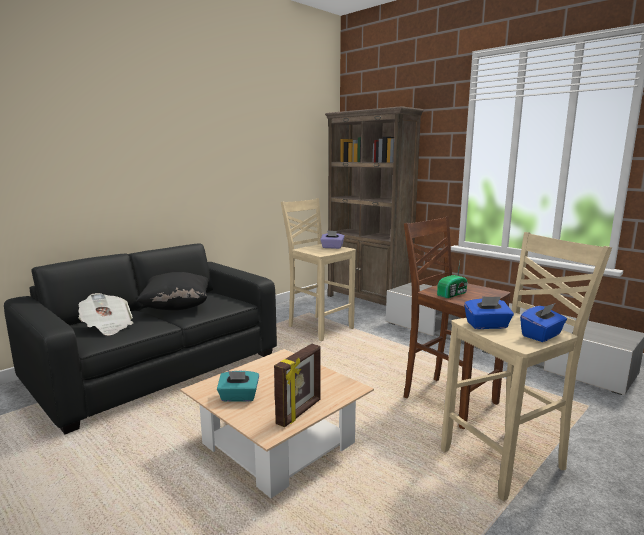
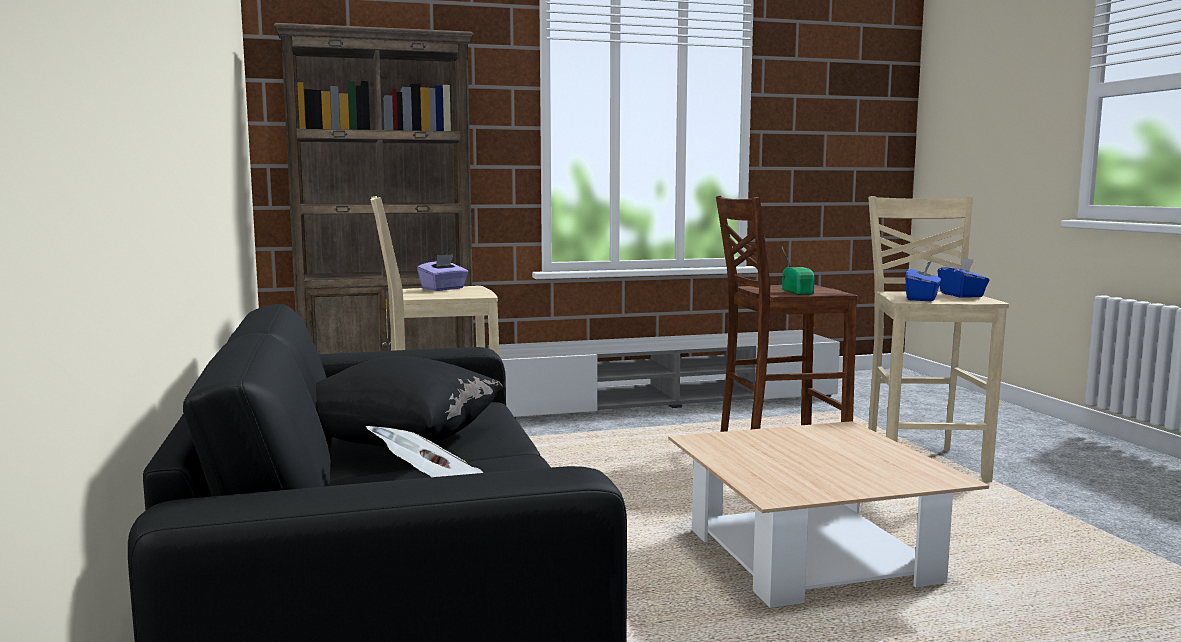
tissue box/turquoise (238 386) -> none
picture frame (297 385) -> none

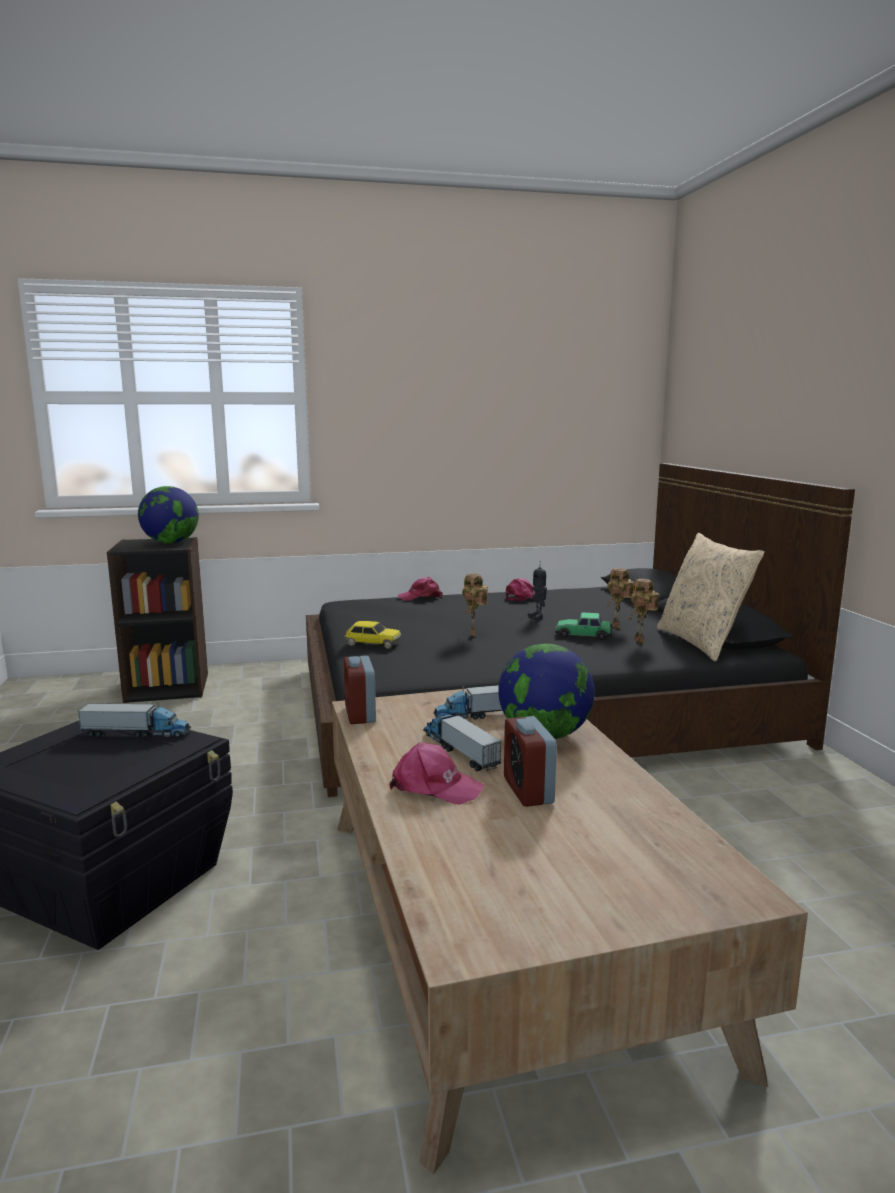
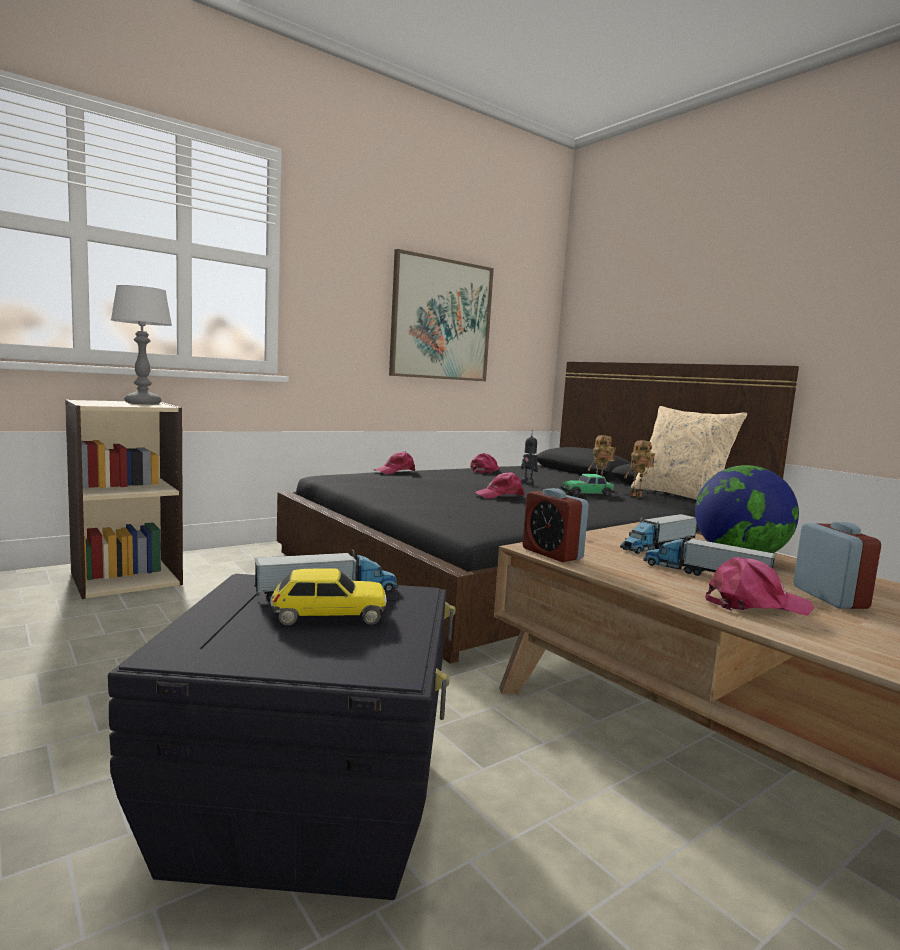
none -> picture (441 315)
toy car (372 635) -> toy car (328 597), moved
globe (168 515) -> table lamp (141 345)
toy robot (475 604) -> cap/pink (499 485)
bookcase/black (157 620) -> bookcase/beige (124 499)
alarm clock (530 761) -> alarm clock (837 565), 150 degrees counterclockwise

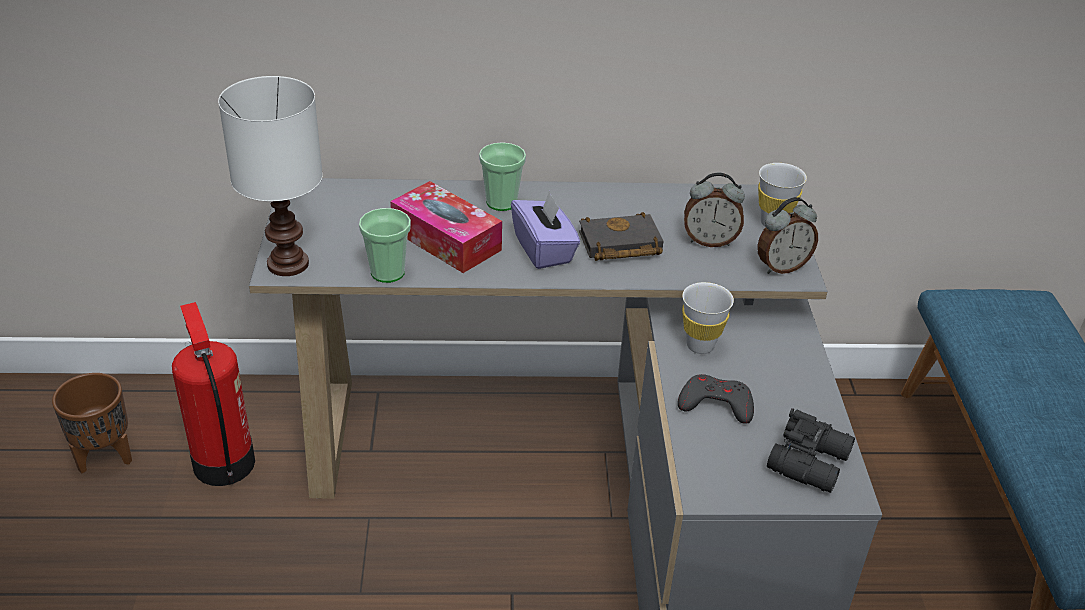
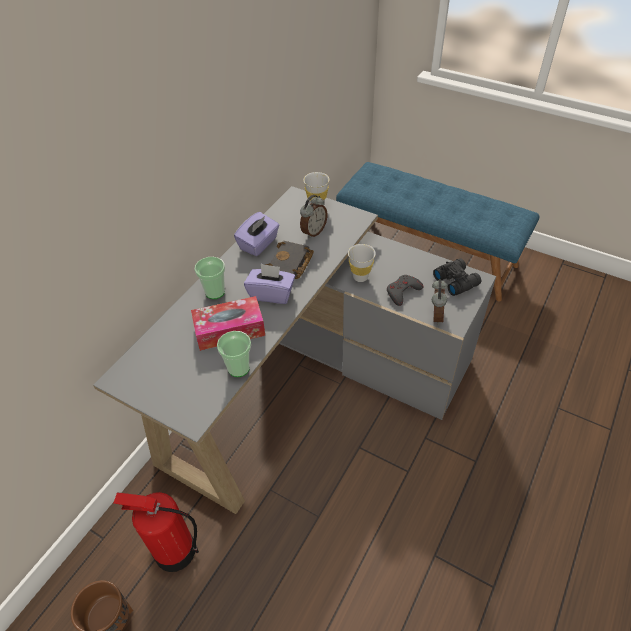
table lamp/white (270 176) -> none
none -> tissue box/purple (257 234)
alarm clock (787 235) -> alarm clock (440 302), moved

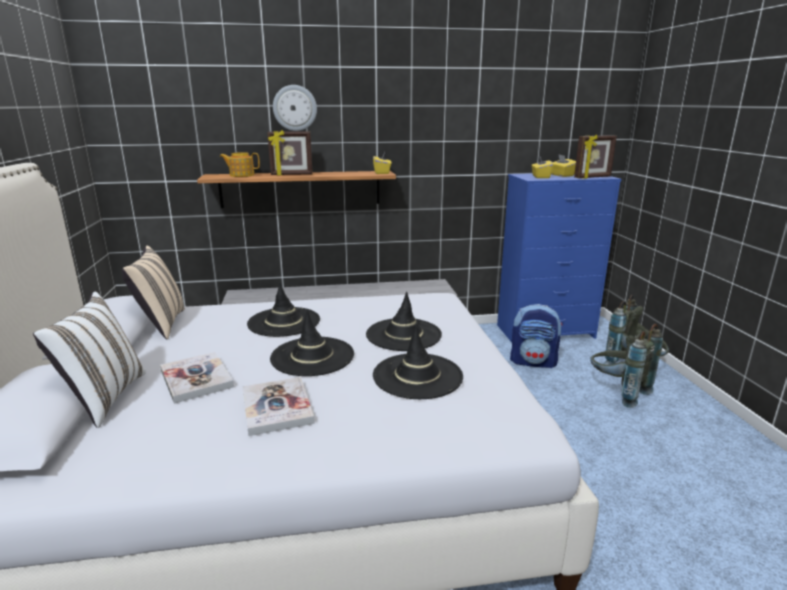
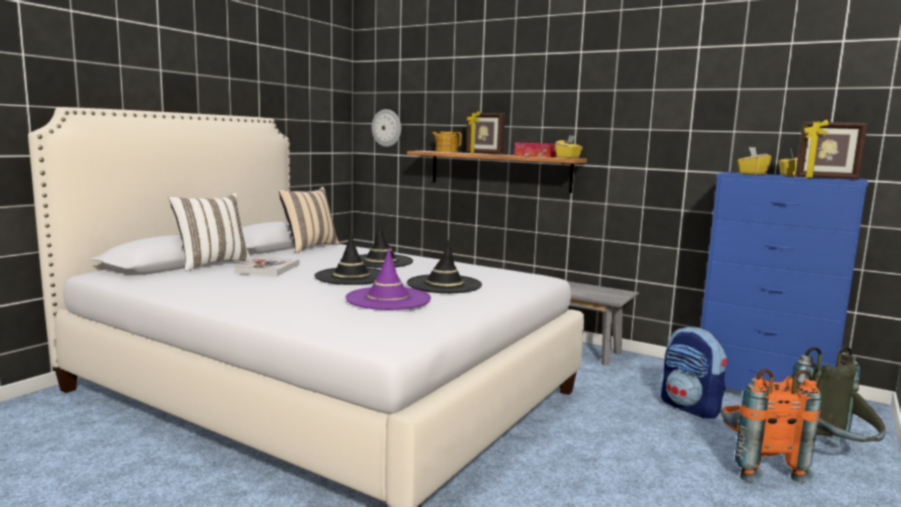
book (278 406) -> none
none -> tissue box (535 150)
wall clock (295 108) -> wall clock (386 128), moved
hat/black (418 362) -> hat/purple (388 279)
backpack/grey (626 366) -> backpack/orange (771 426)

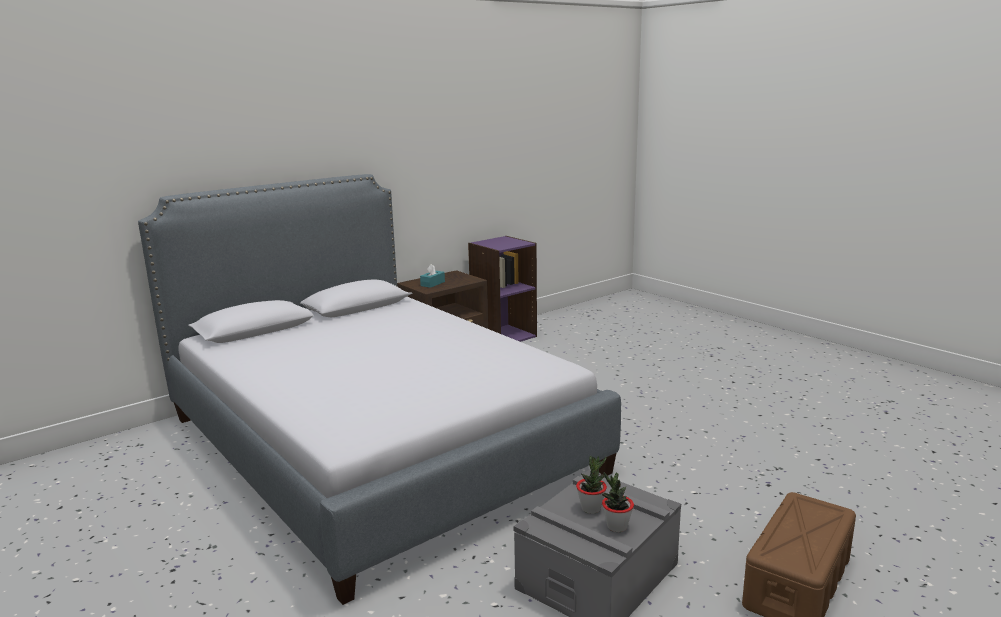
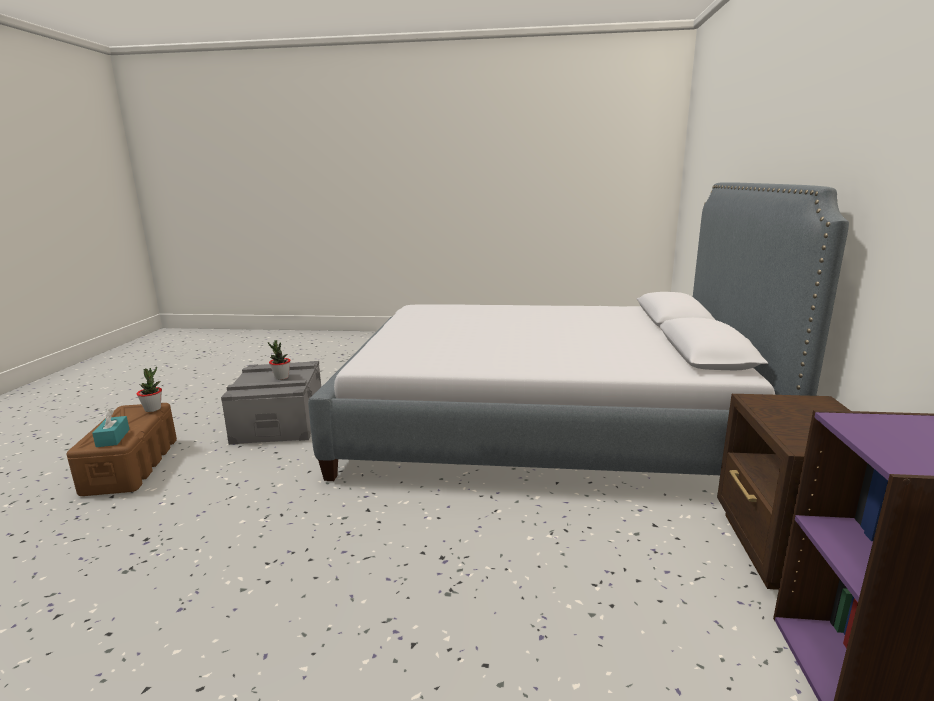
tissue box/turquoise (432 276) -> tissue box/turquoise (111 428), moved
potted plant (618 502) -> potted plant (149 389), moved

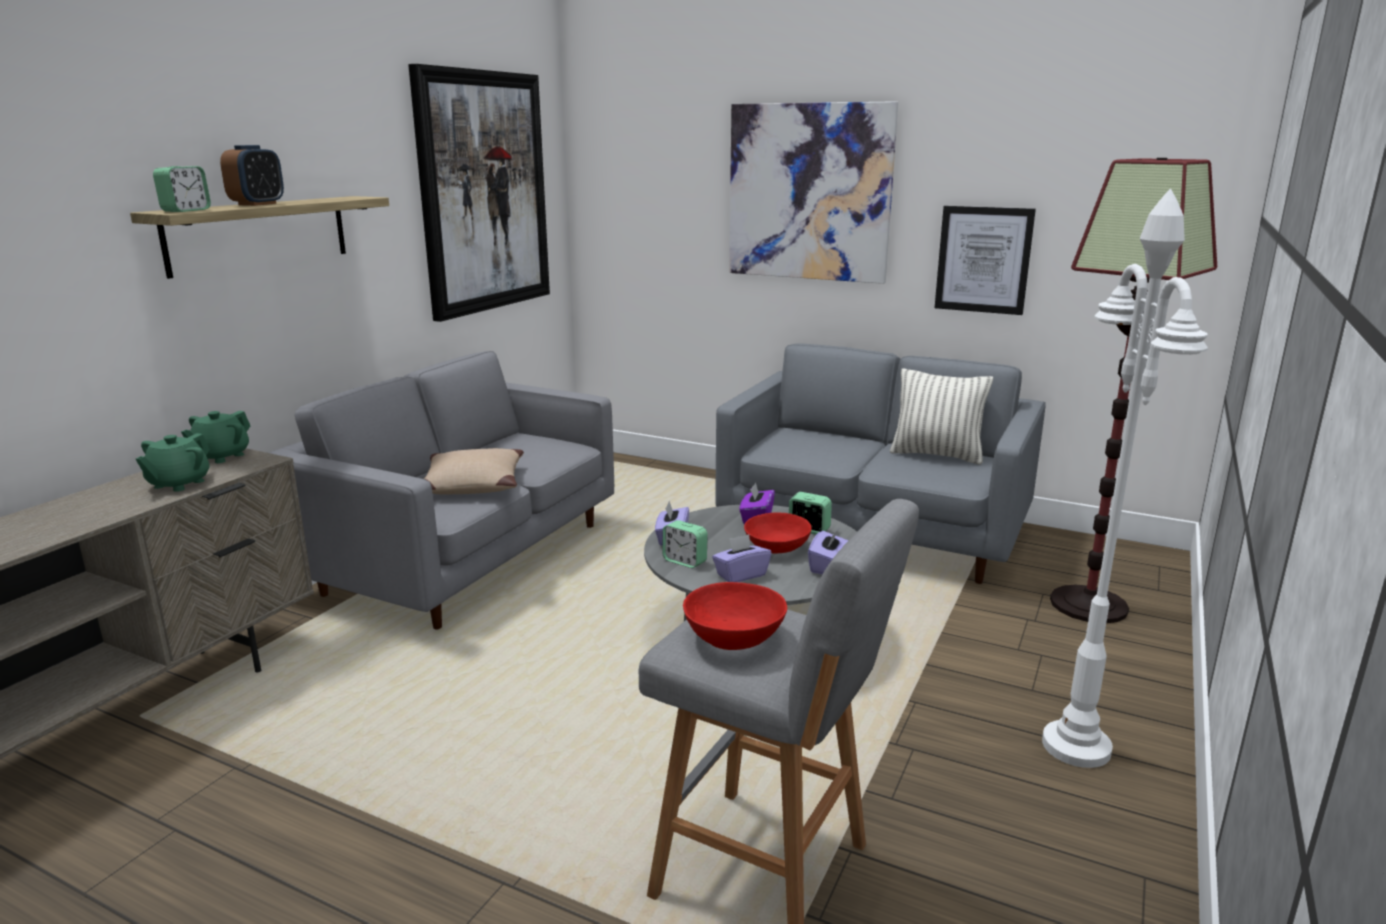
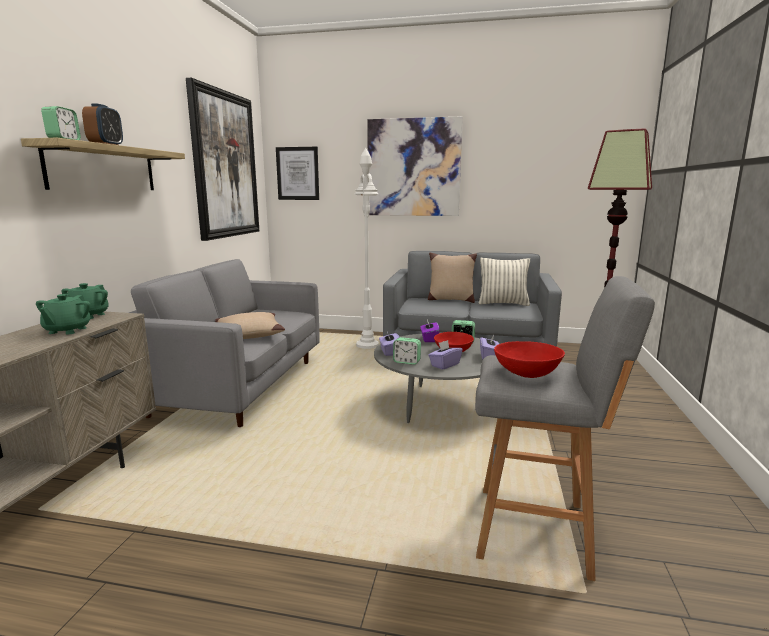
none -> pillow/beige (452 278)
picture (985 260) -> picture (297 173), moved
floor lamp/white (1125 478) -> floor lamp/white (367 248), moved

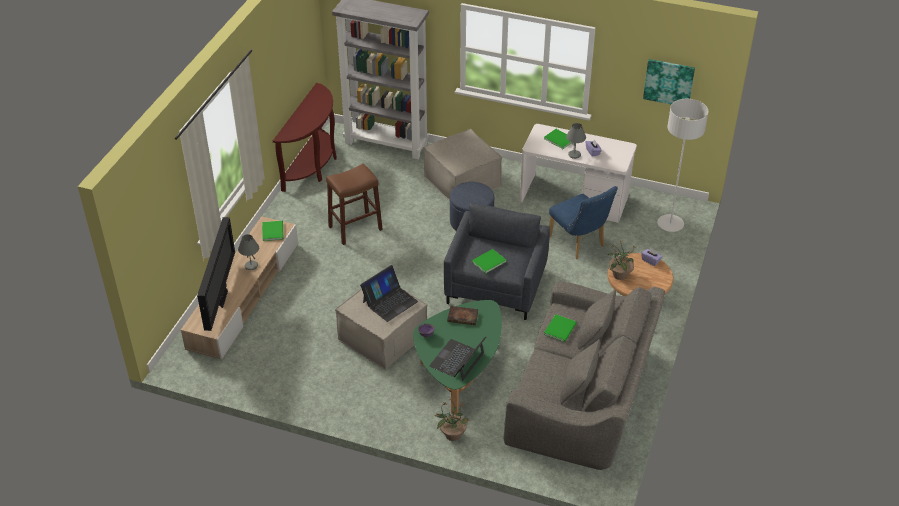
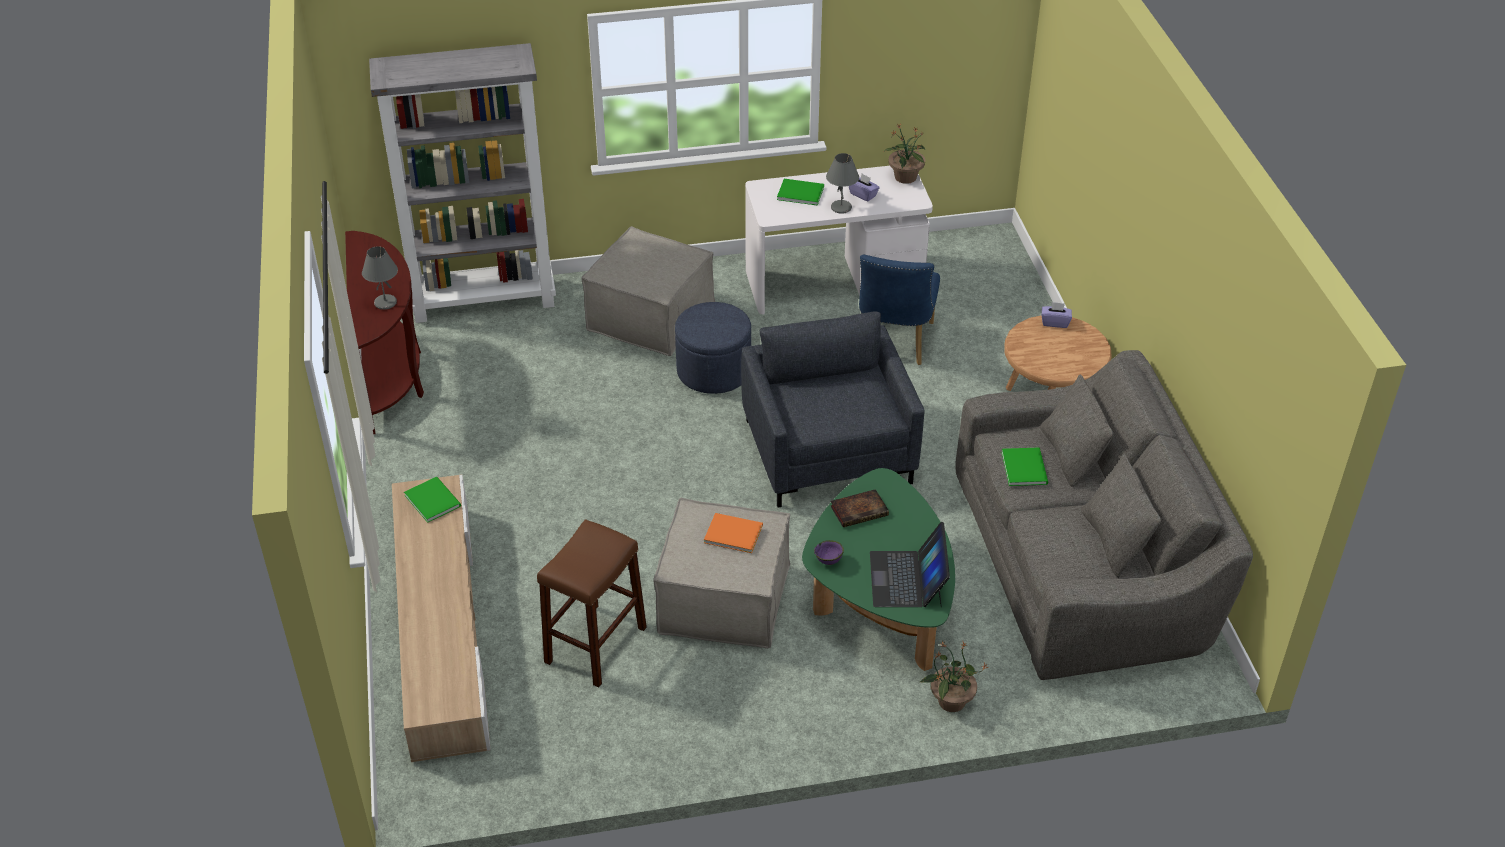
television (216 274) -> none
book/green (489 261) -> none
picture (669 81) -> none
floor lamp/grey (682 165) -> none
table lamp/grey (248 252) -> table lamp/grey (380 278), moved
stool/brown (354 204) -> stool/brown (592 603), moved
potted plant (621 260) -> potted plant (904 153), moved
laptop (389 293) -> book/orange (733 533)
chair/blue (583 222) -> chair/blue (899 310), 75 degrees clockwise

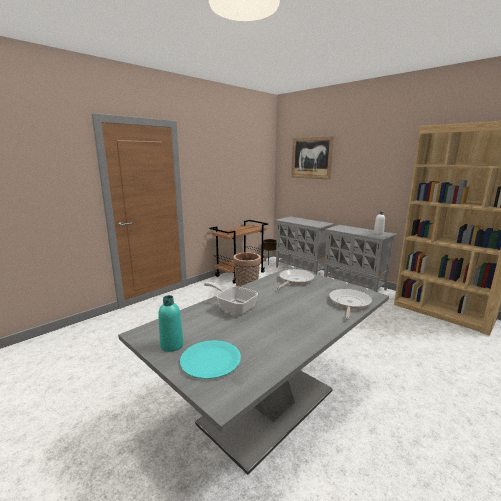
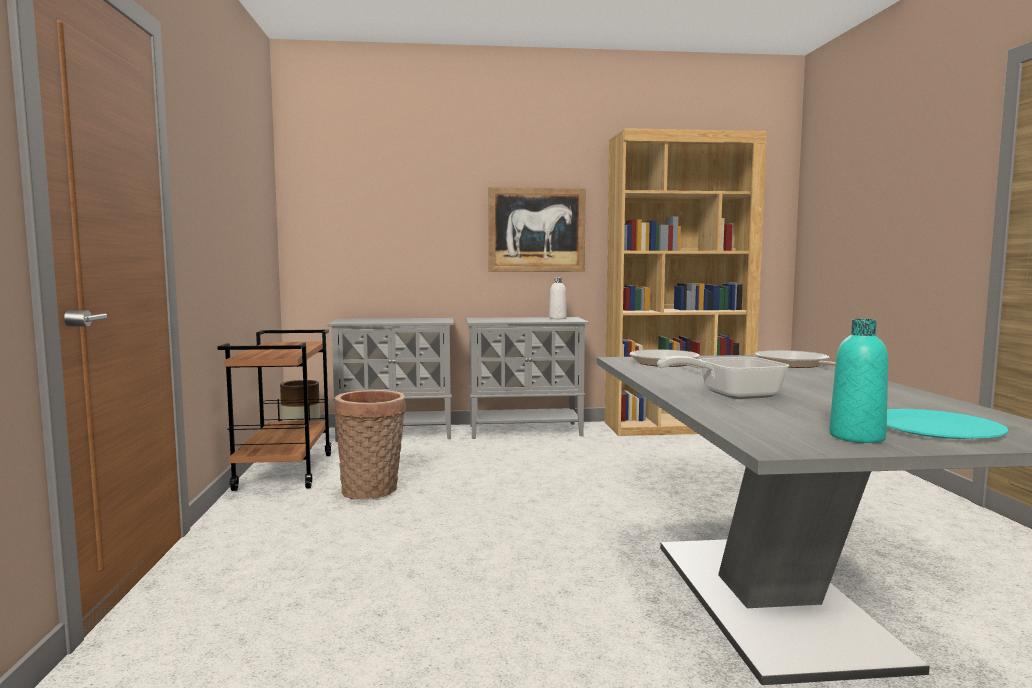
picture (312 158) -> picture (537 229), moved

